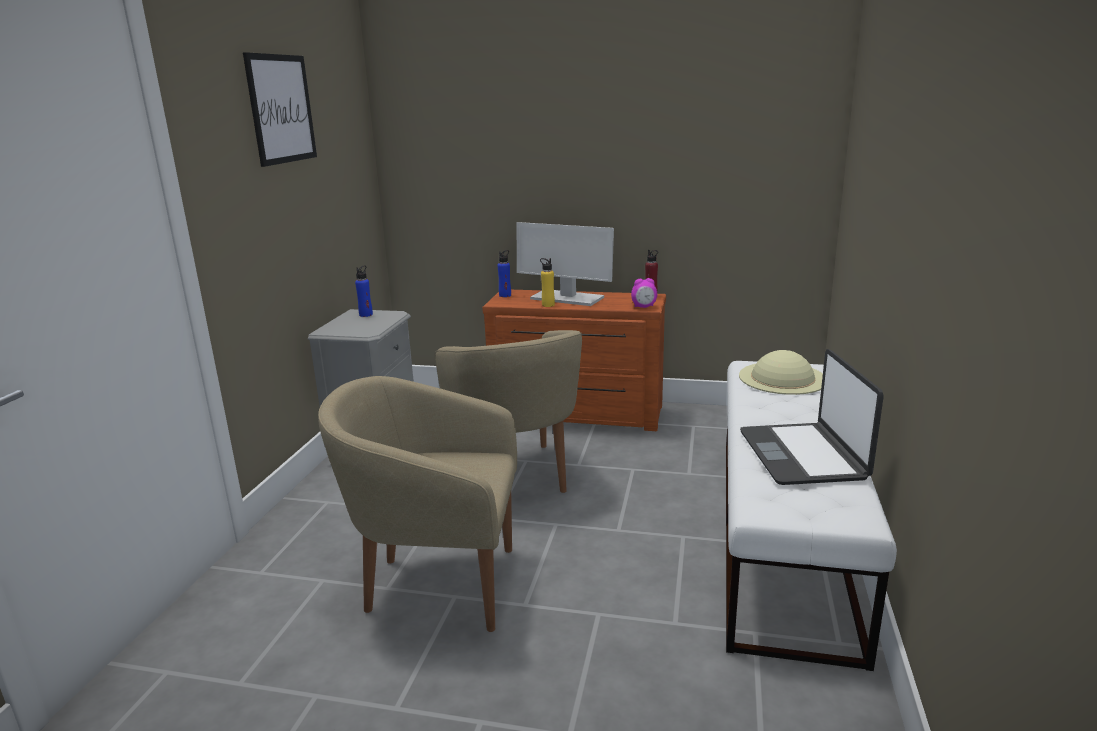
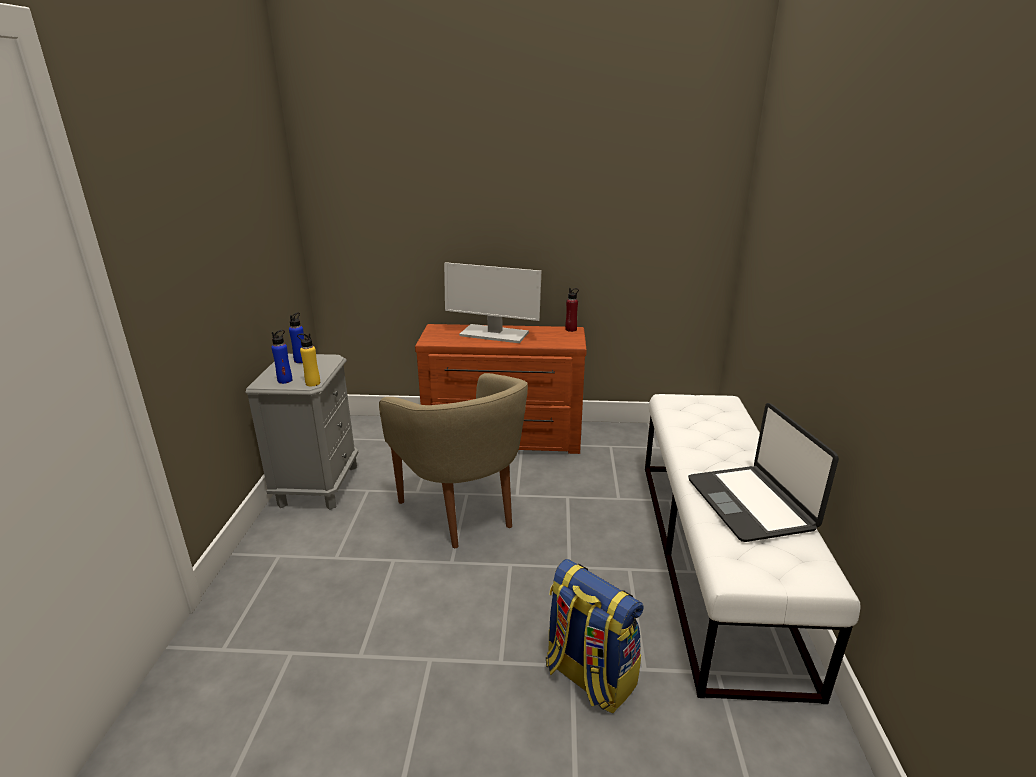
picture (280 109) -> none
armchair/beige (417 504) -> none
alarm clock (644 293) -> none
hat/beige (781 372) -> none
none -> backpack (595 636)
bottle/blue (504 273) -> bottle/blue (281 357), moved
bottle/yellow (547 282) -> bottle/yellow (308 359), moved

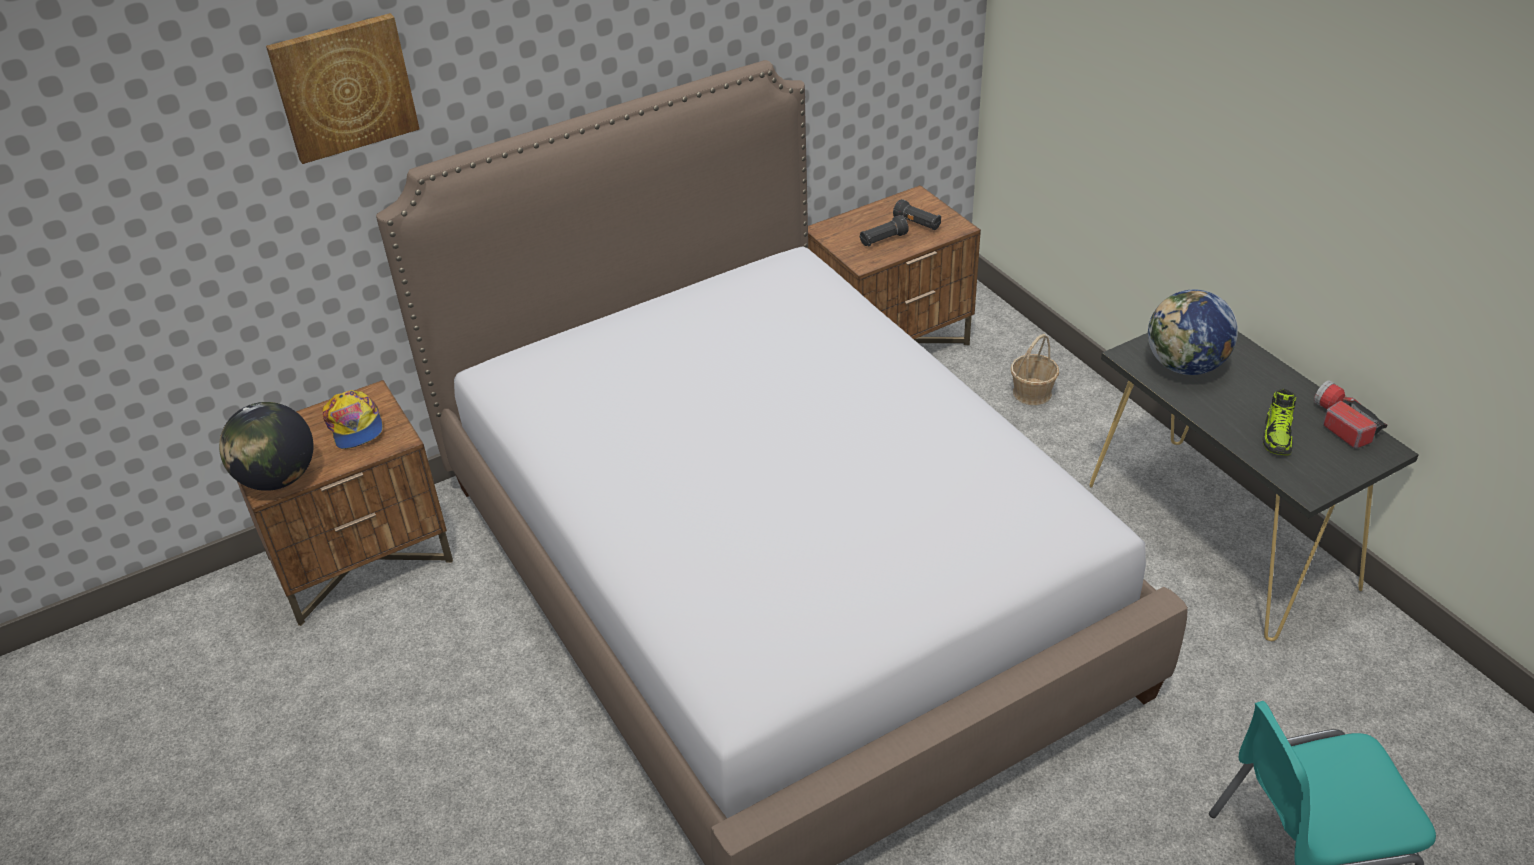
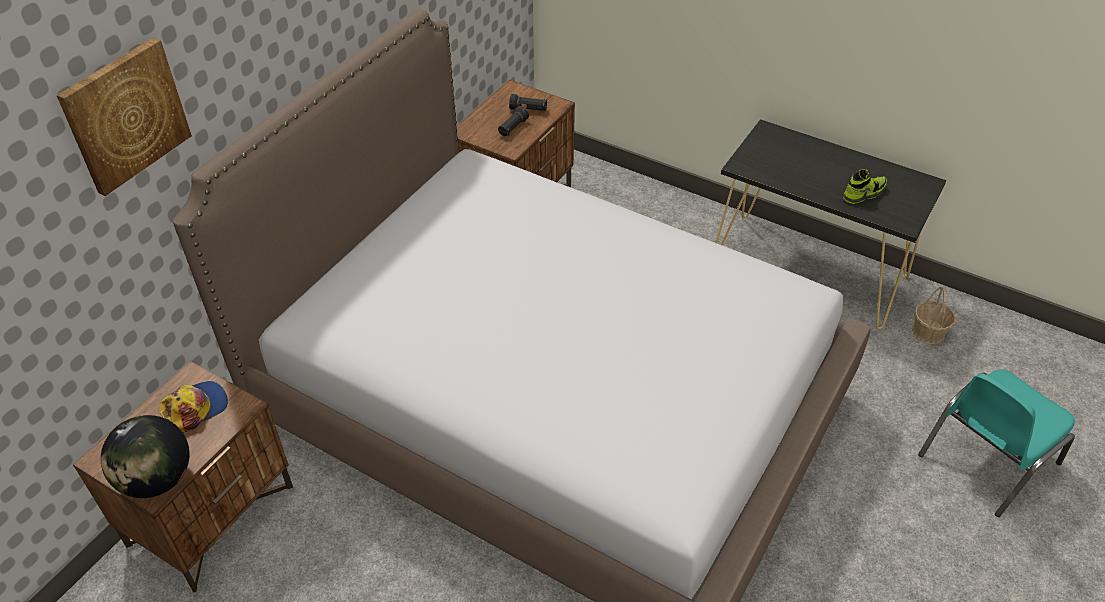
globe (1193 332) -> none
flashlight (1350 415) -> none
basket (1035 369) -> basket (934 315), moved
cap (352 419) -> cap (193 407), 75 degrees counterclockwise
shoe (1279 422) -> shoe (865 186), 105 degrees counterclockwise

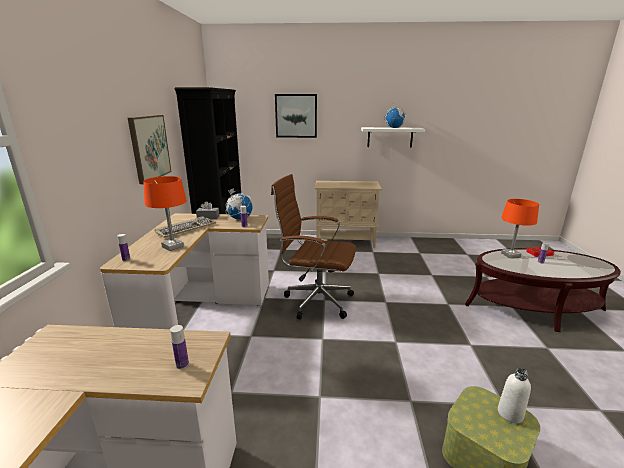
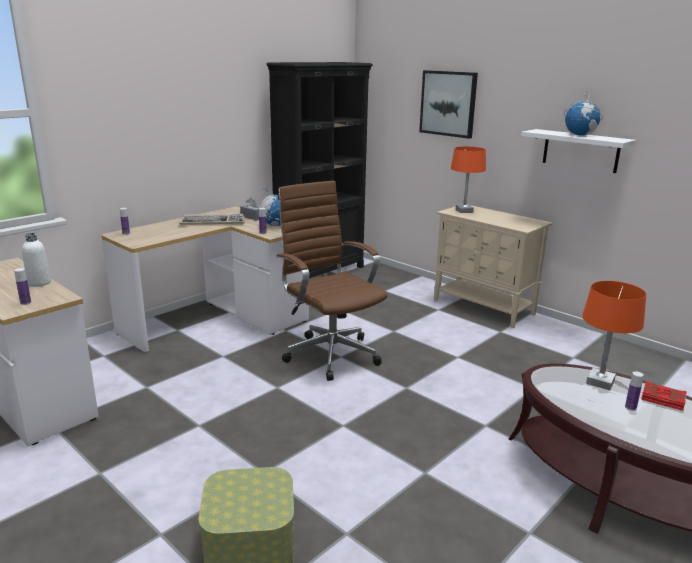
picture (150 149) -> none
table lamp/orange (165 213) -> table lamp/orange (468 179), moved
bottle/white (514 396) -> bottle/white (36 260), moved

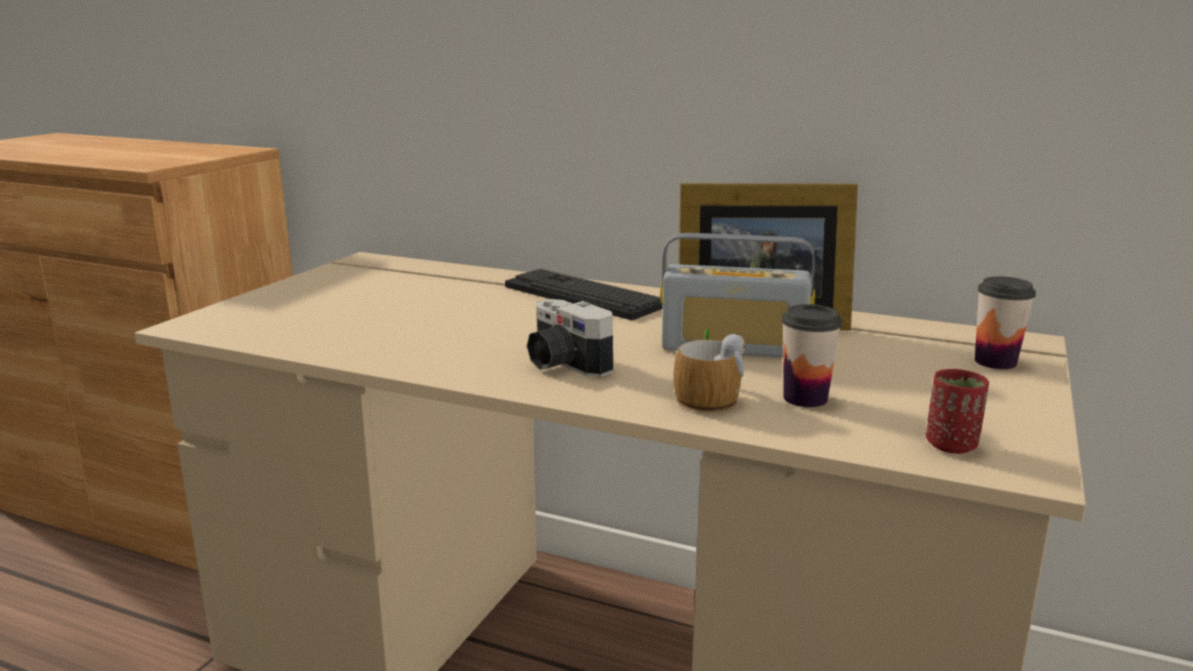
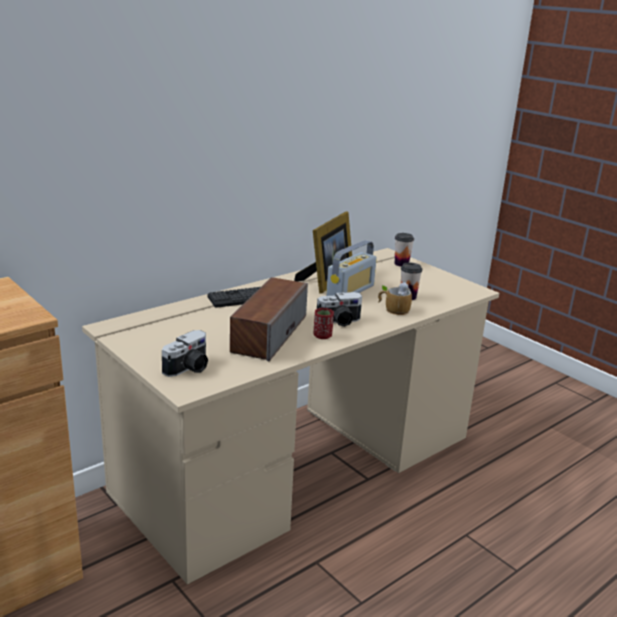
none -> photo camera (185 353)
none -> speaker (269 319)
cup/red (957 411) -> cup/red (323 323), moved

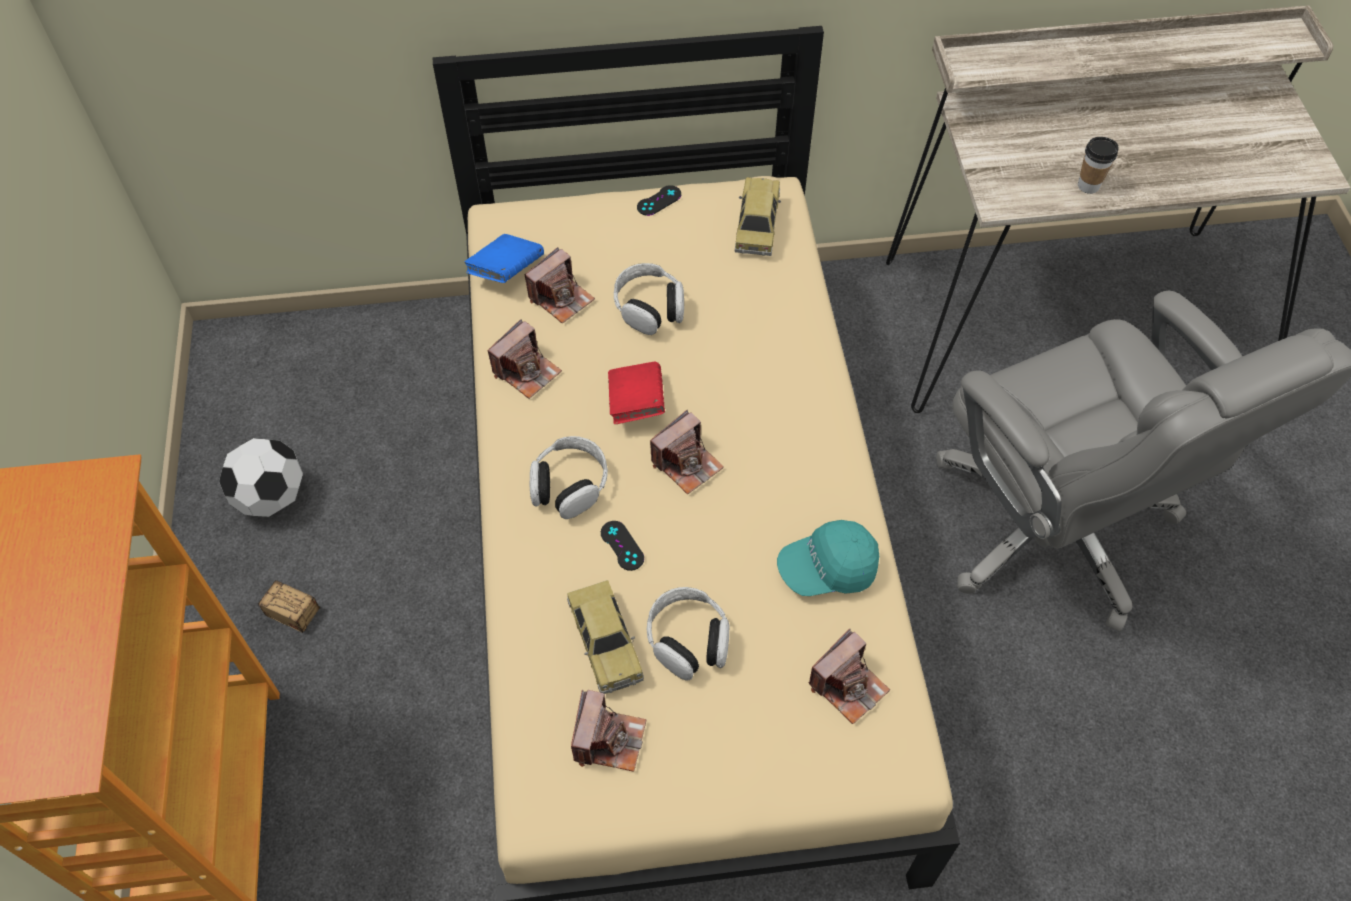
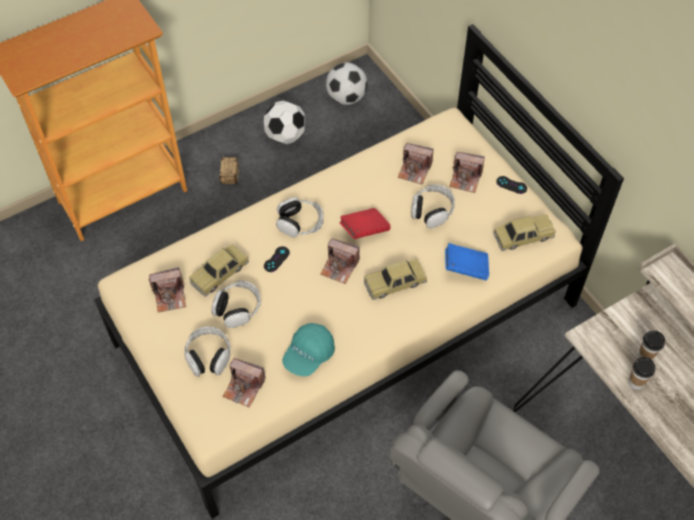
none -> headphones (207 351)
none -> football (346 83)
none -> toy car (395 279)
none -> cup (651 345)
book/blue (504 258) -> book/blue (467 261), moved
photo camera (525 359) -> photo camera (467 172), moved
cap/turquoise (828 558) -> cap/turquoise (308 349), 105 degrees counterclockwise

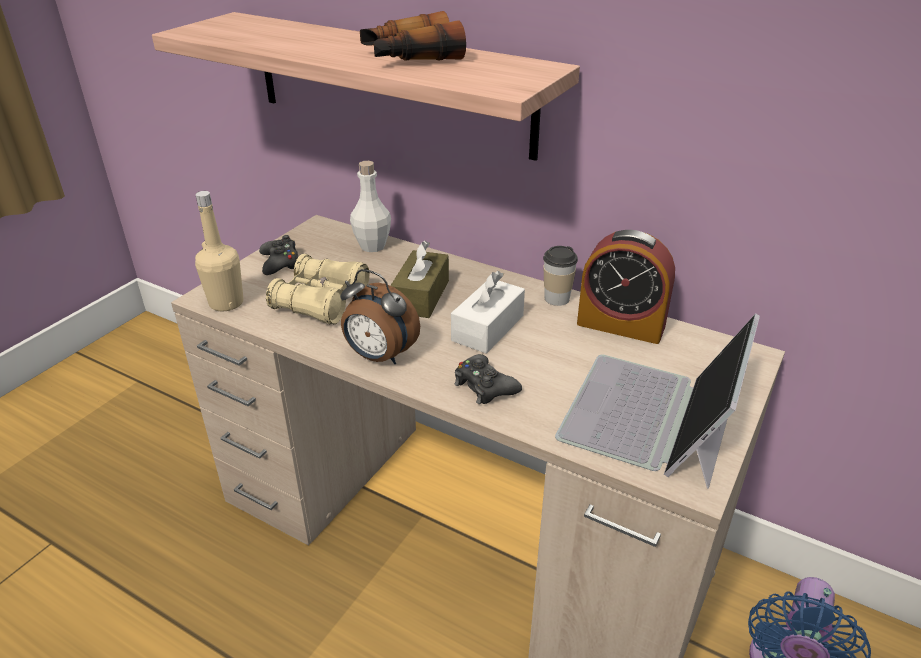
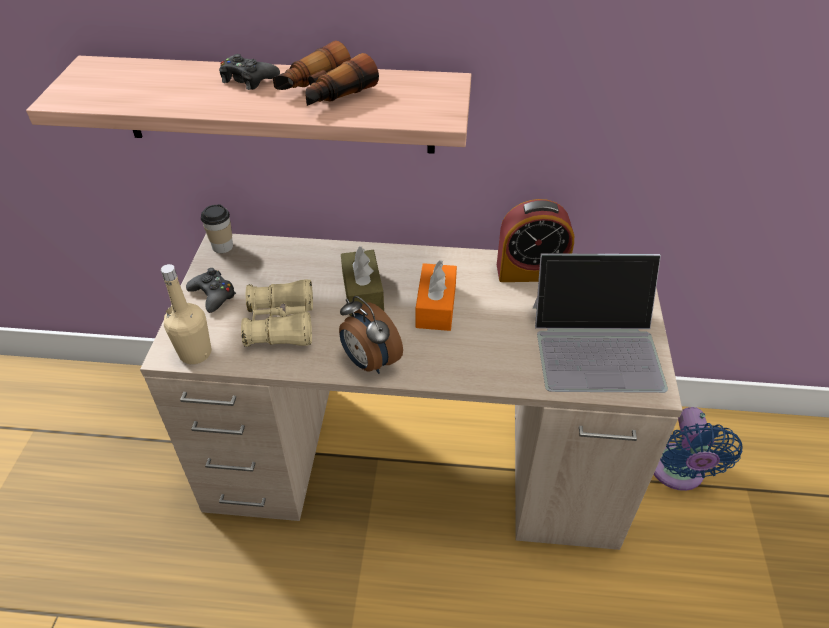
bottle/white (370 206) -> none
game controller/black (488 379) -> game controller/black (249 72), moved
cup (560 276) -> cup (217 228), moved
tissue box/white (488 312) -> tissue box/orange (436 295)
alarm clock (380 316) -> alarm clock (371 335), 45 degrees clockwise
laptop (657 401) -> laptop (600 323), 90 degrees counterclockwise

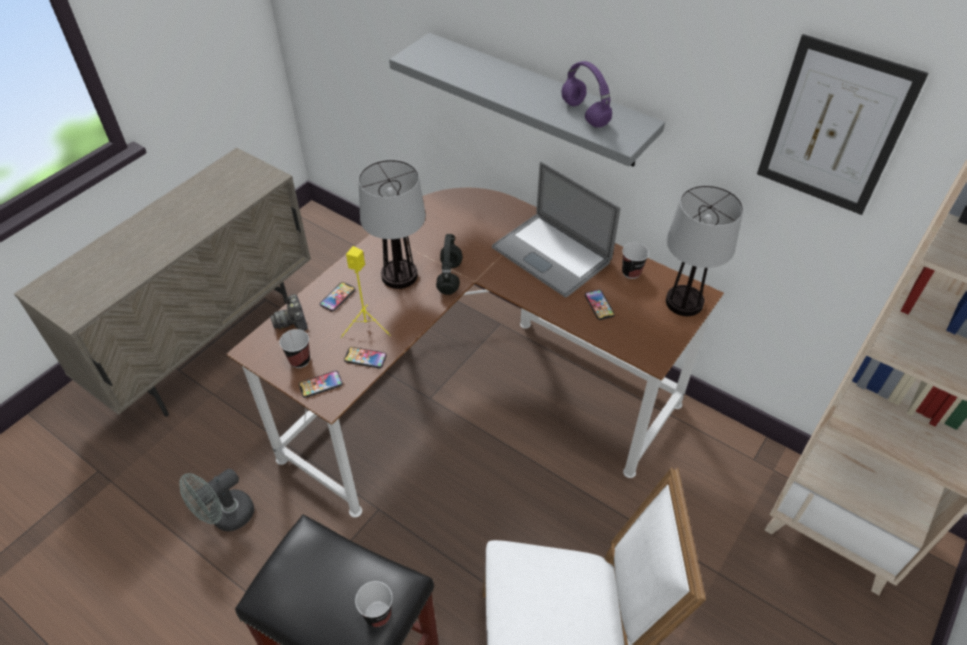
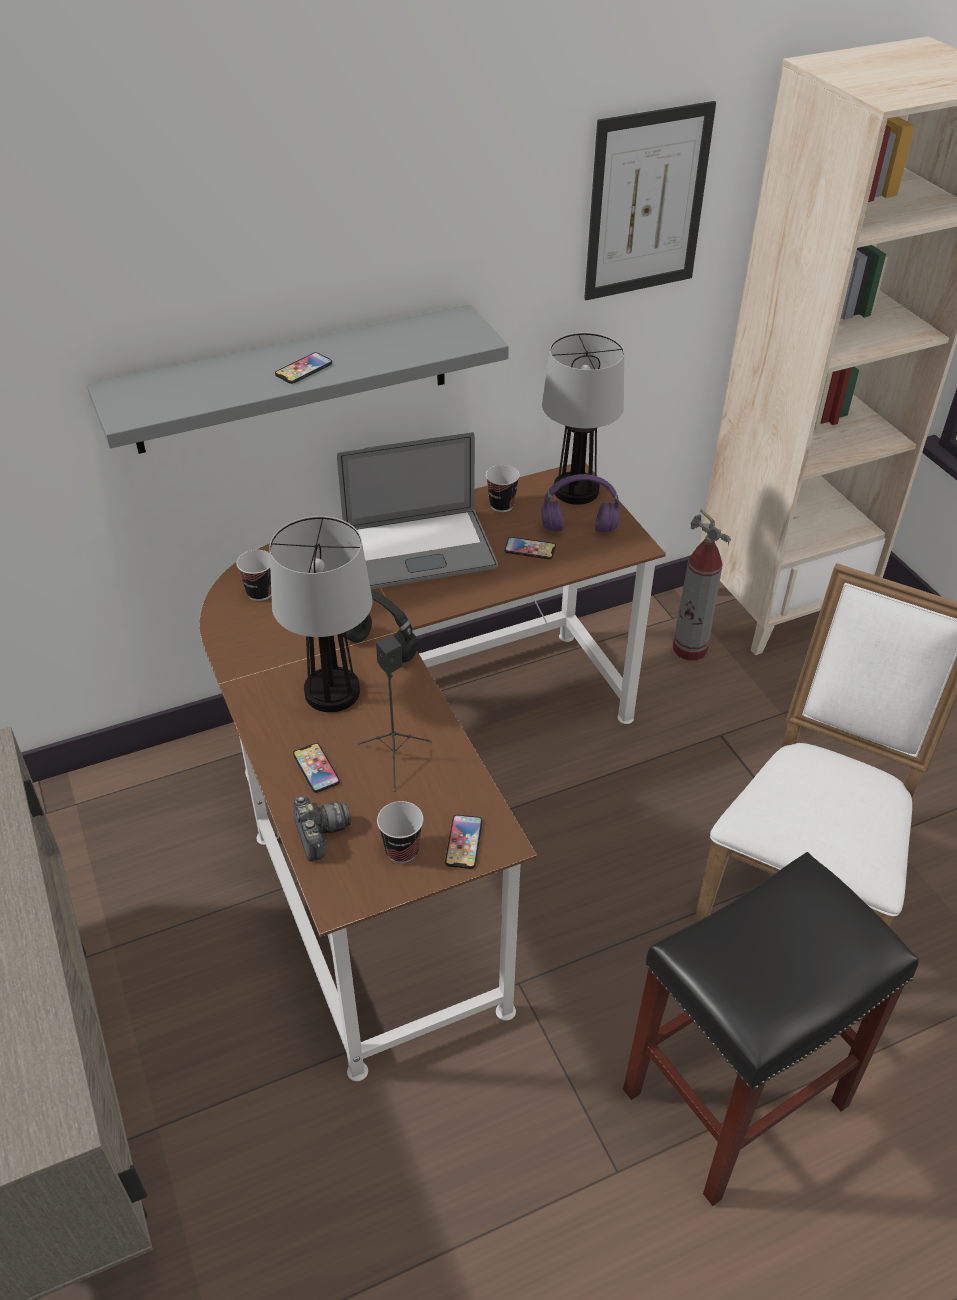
fan/grey (216 499) -> none
none -> fire extinguisher (702 585)
phone (365 357) -> phone (303 368), moved
cup (374 604) -> cup (253 575), moved
headphones/purple (587 94) -> headphones/purple (580 503), moved
speaker/yellow (365 292) -> speaker/black (394 714)
photo camera (289 312) -> photo camera (322 829), 120 degrees counterclockwise

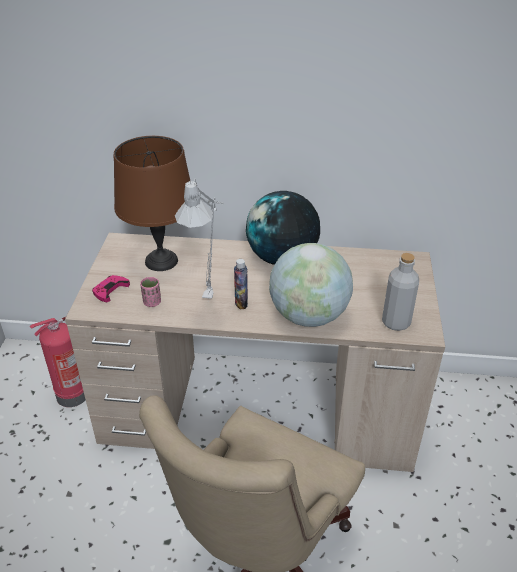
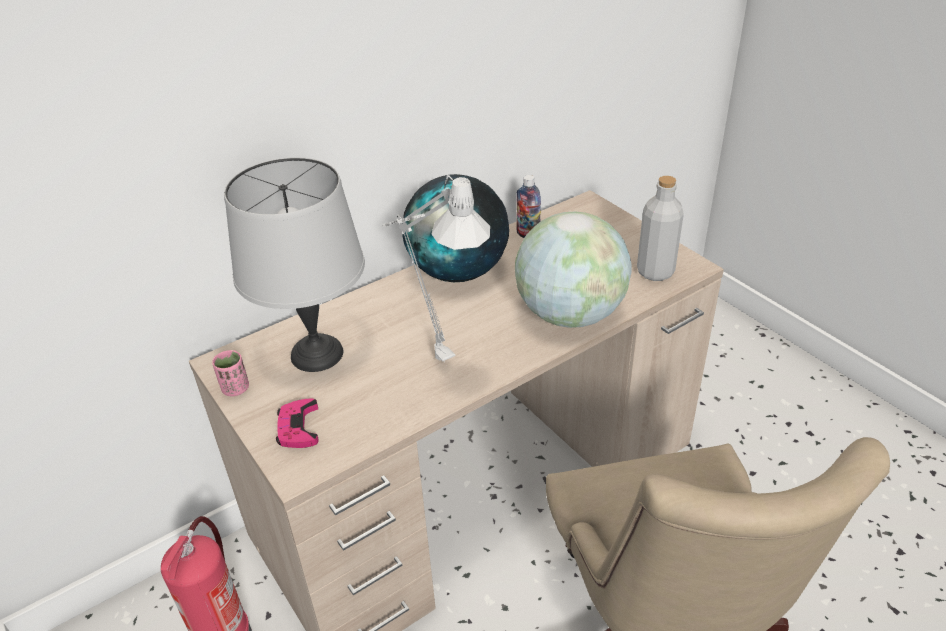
cup/pink (150 292) -> cup/pink (230 373), moved
bottle (241 284) -> bottle (528 206), moved
table lamp/brown (151 203) -> table lamp/grey (294 264)

